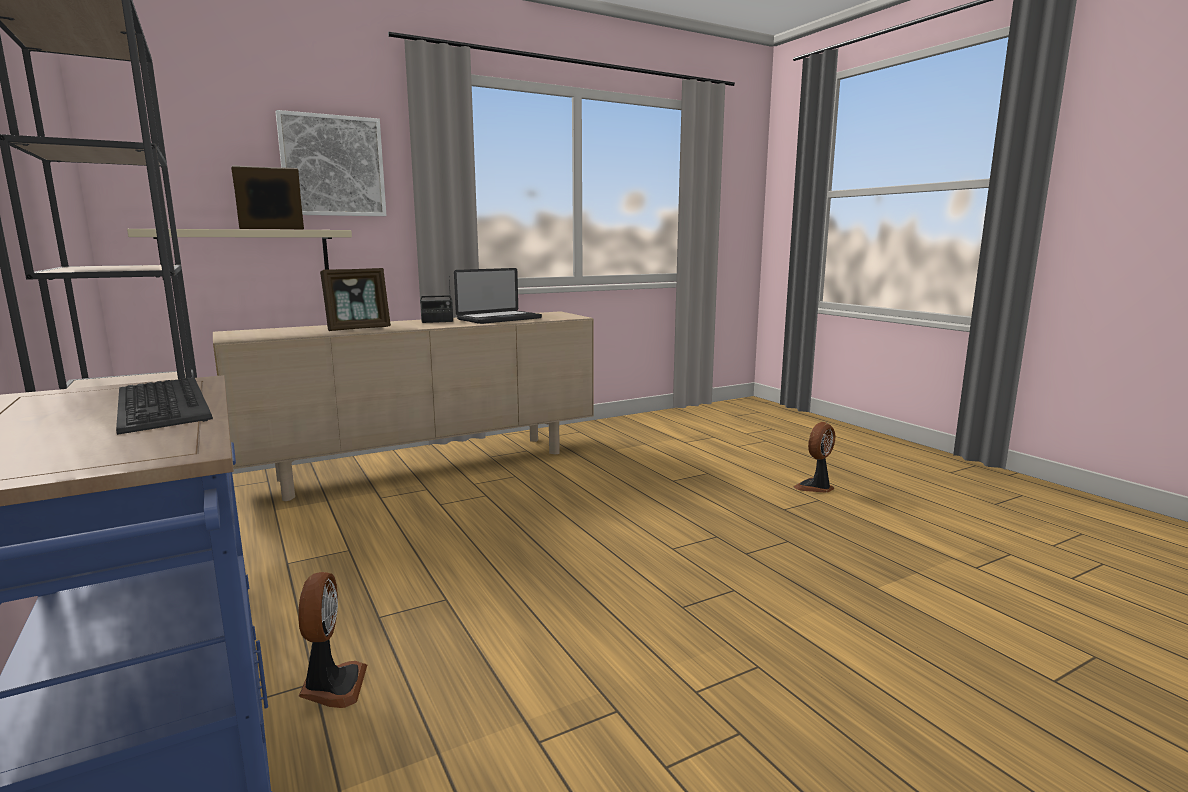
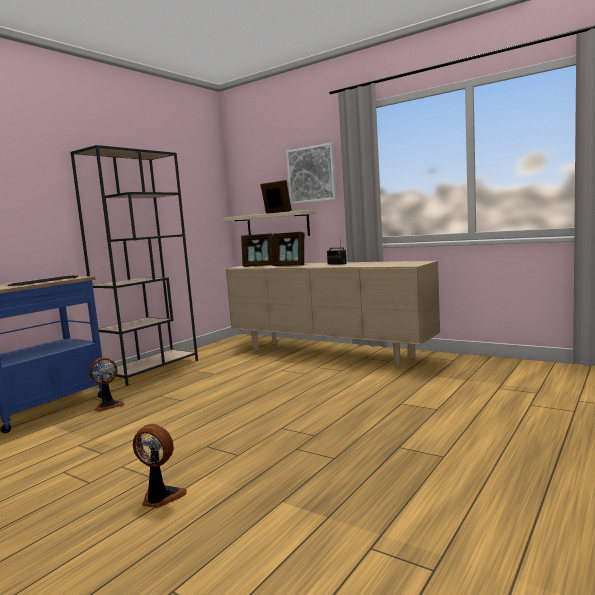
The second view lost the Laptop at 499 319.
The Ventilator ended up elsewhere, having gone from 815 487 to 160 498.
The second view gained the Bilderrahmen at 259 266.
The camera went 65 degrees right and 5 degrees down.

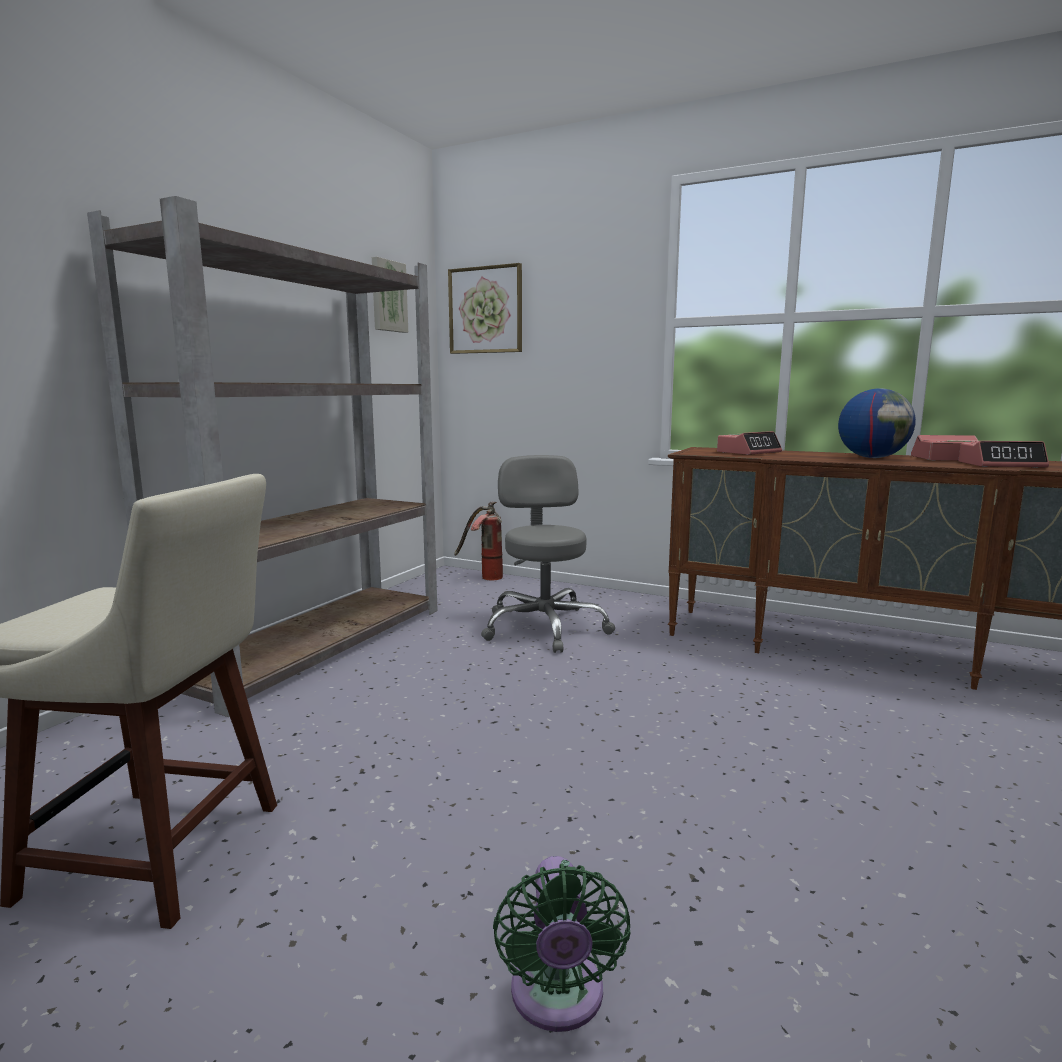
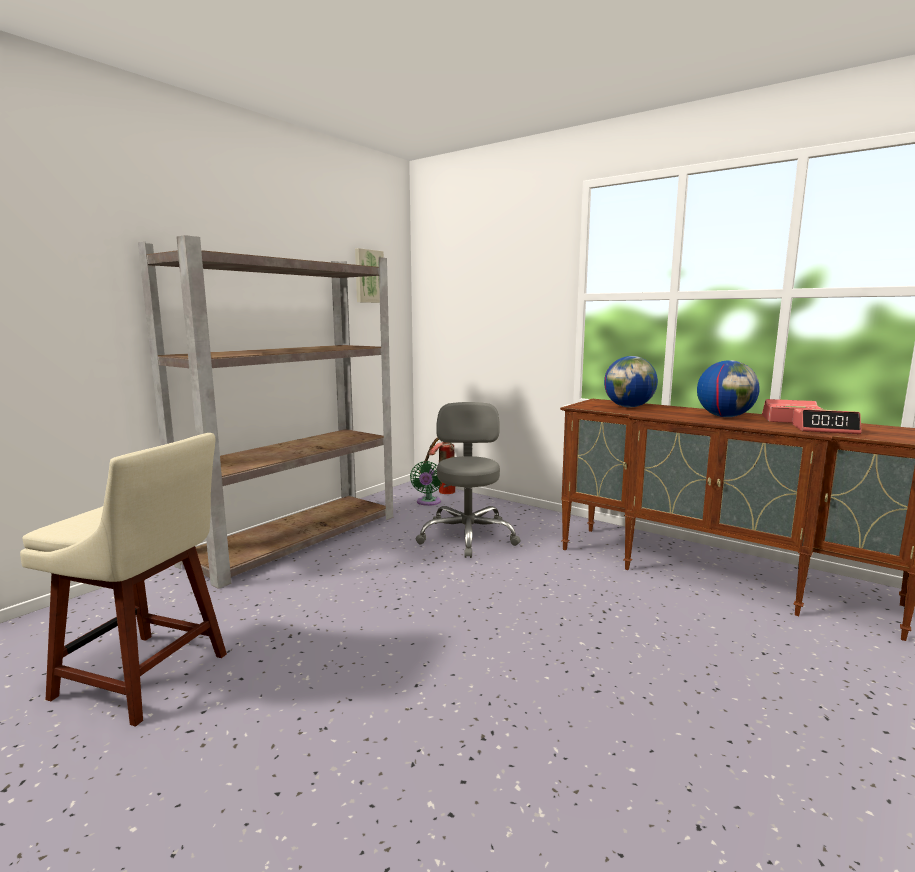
The second view lost the Bild at 485 310.
Where the Wecker stood at 748 452, the Globus came to stand at 629 407.
The Ventilator [grün] ended up elsewhere, having gone from 557 999 to 428 502.
The camera went 10 degrees right and 0 degrees up.

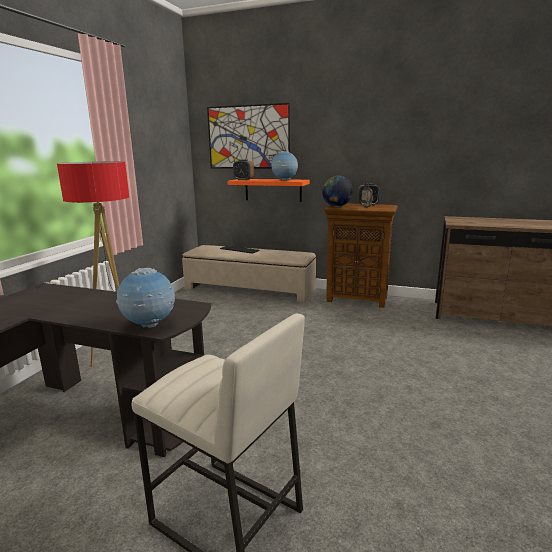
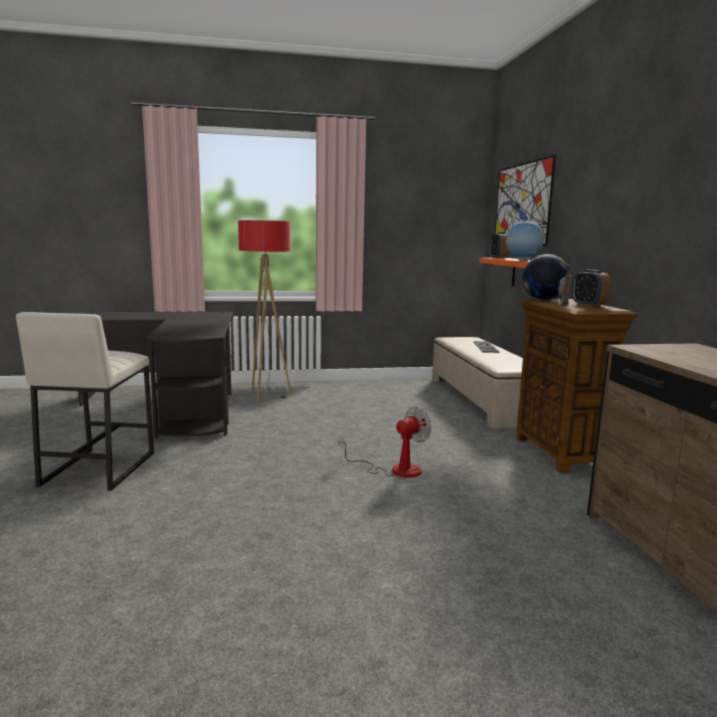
The second view lost the Globus at 149 325.
The second view gained the Ventilator at 395 470.
The camera went 60 degrees right and 5 degrees down.

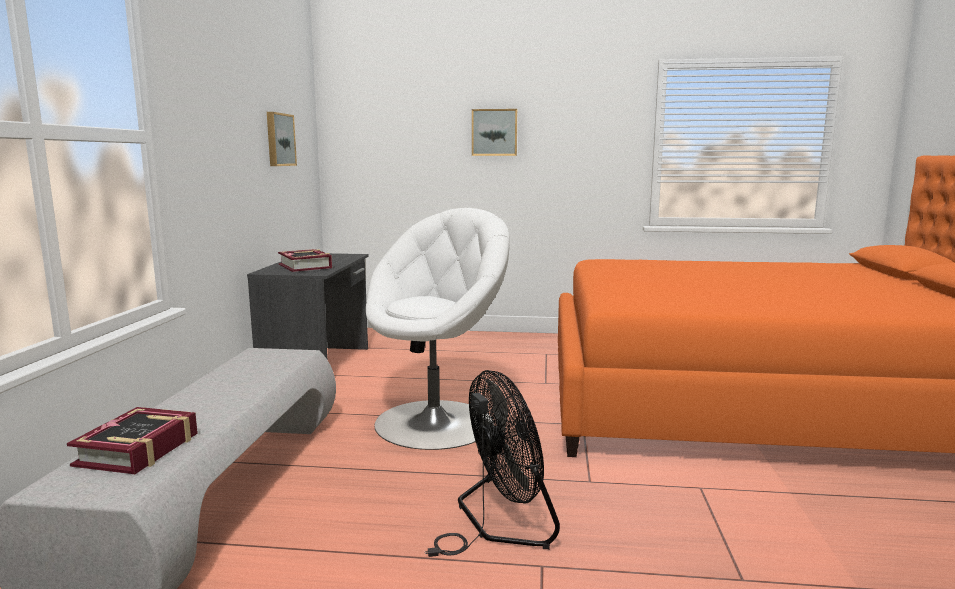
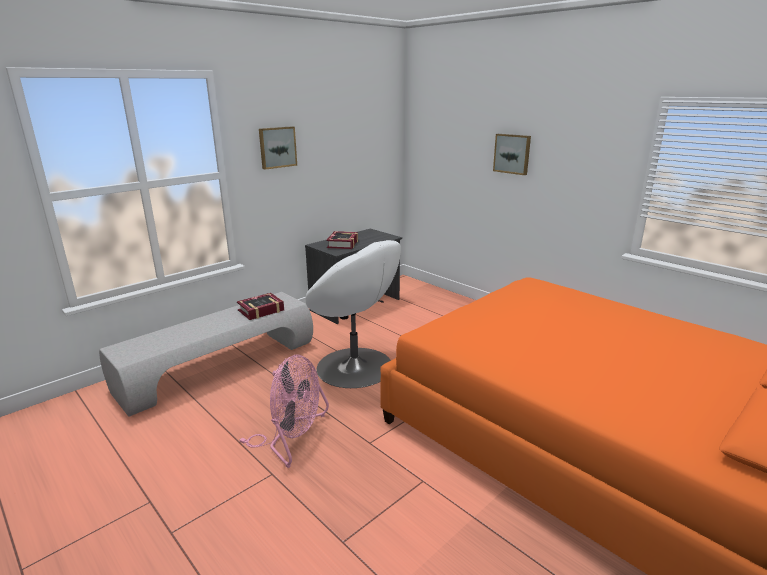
The Bild ended up elsewhere, having gone from 279 139 to 277 147.
The Sessel [weiß] at 436 422 ended up facing another way, 45 degrees clockwise from before.
What was the Ventilator [schwarz] at 491 520 turned into the Ventilator [rosa] at 290 438.
The Buch ended up elsewhere, having gone from 138 450 to 261 310.
The camera went 40 degrees right and 10 degrees up.

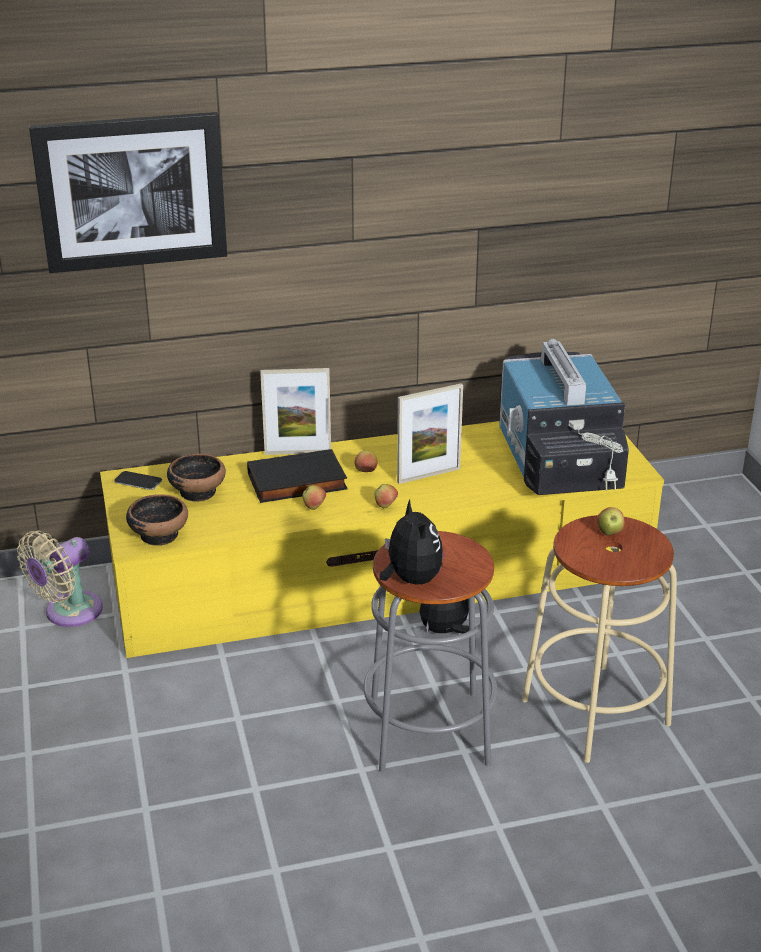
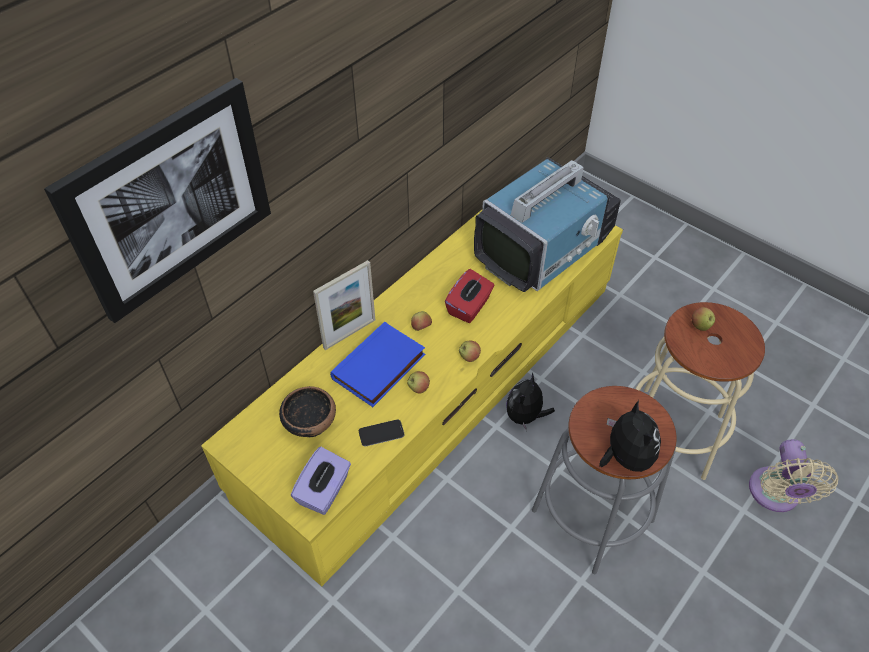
The Fernseher at 558 463 ended up facing another way, 90 degrees counterclockwise from before.
Where the Bilderrahmen stood at 428 475, the Taschentuchbox [rot] came to stand at 469 307.
What was the Buch [schwarz] at 297 483 turned into the Buch [blau] at 380 368.
The Handy ended up elsewhere, having gone from 138 481 to 381 433.
Where the Schüssel stood at 159 534, the Taschentuchbox [lila] came to stand at 324 491.
The Plüschtier at 411 579 ended up facing another way, 45 degrees clockwise from before.
The Ventilator [beige] ended up elsewhere, having gone from 68 613 to 775 495.
The camera went 35 degrees left and 20 degrees up.

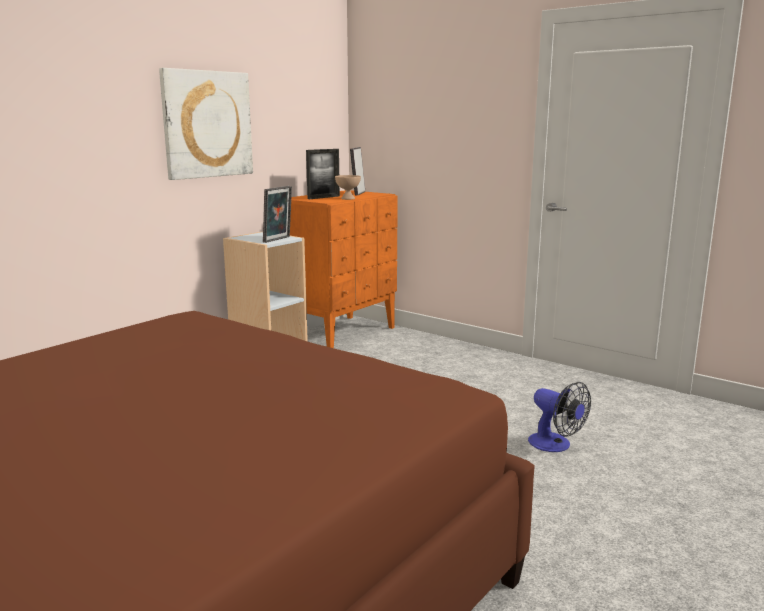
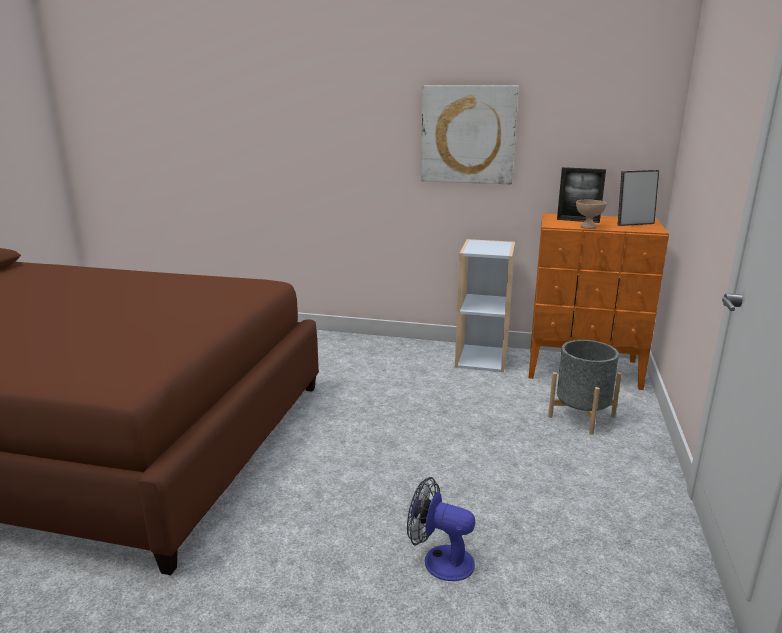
The second view lost the Bilderrahmen at 278 239.
The Ventilator at 555 445 ended up facing another way, 90 degrees clockwise from before.
The second view gained the Pflanzkübel [grau] at 581 416.
The camera went 65 degrees right and 5 degrees up.

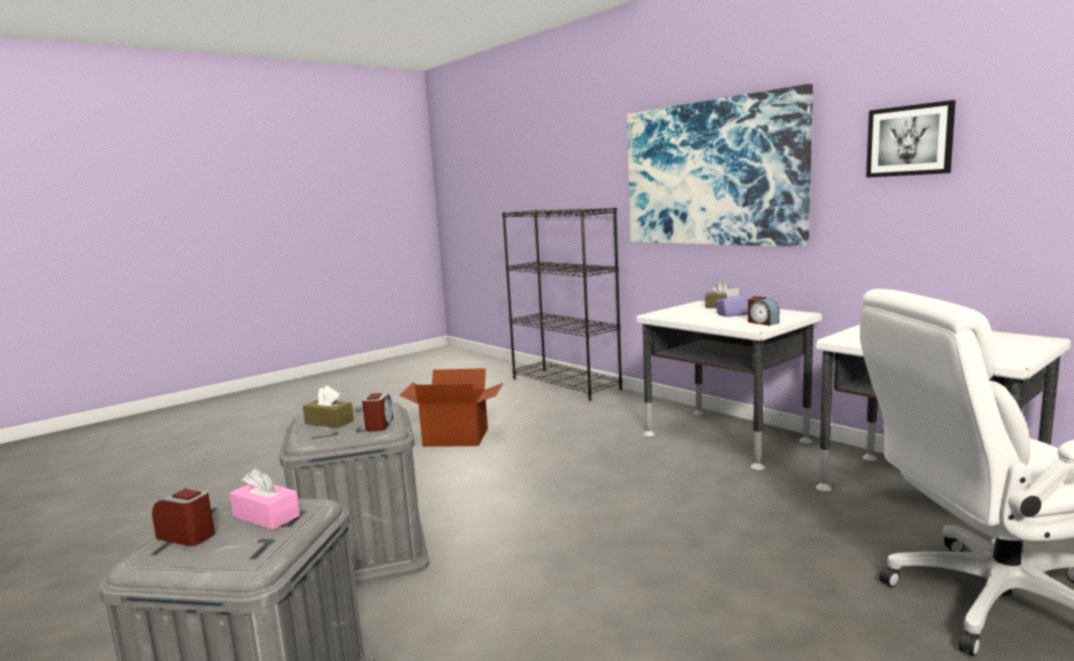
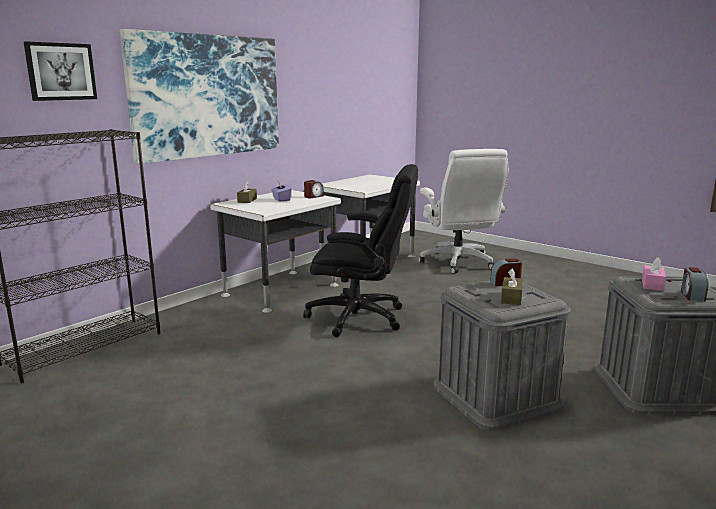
The Bild ended up elsewhere, having gone from 909 140 to 61 71.
The second view lost the Karton at 456 437.
The second view gained the Bürostuhl [schwarz] at 363 318.
The camera went 100 degrees left and 5 degrees up.

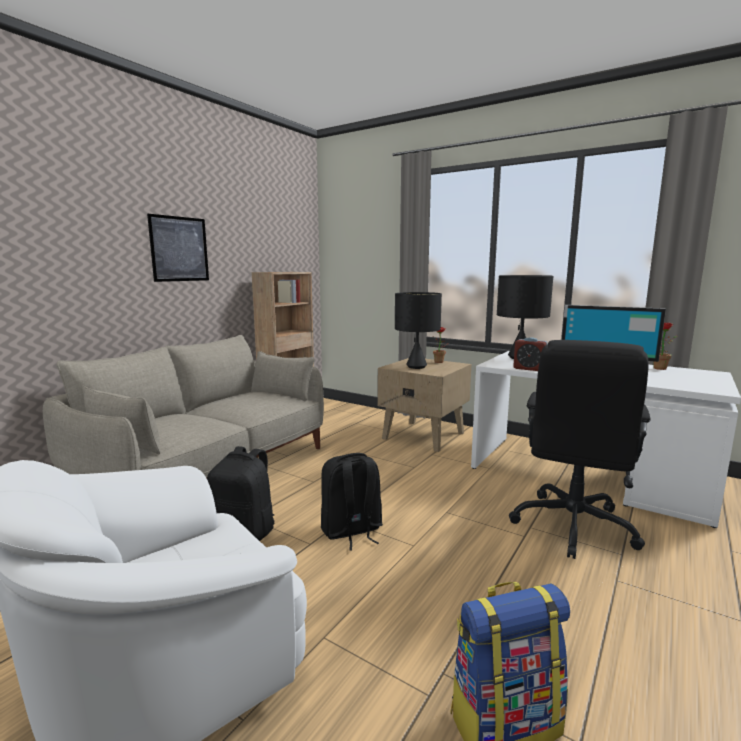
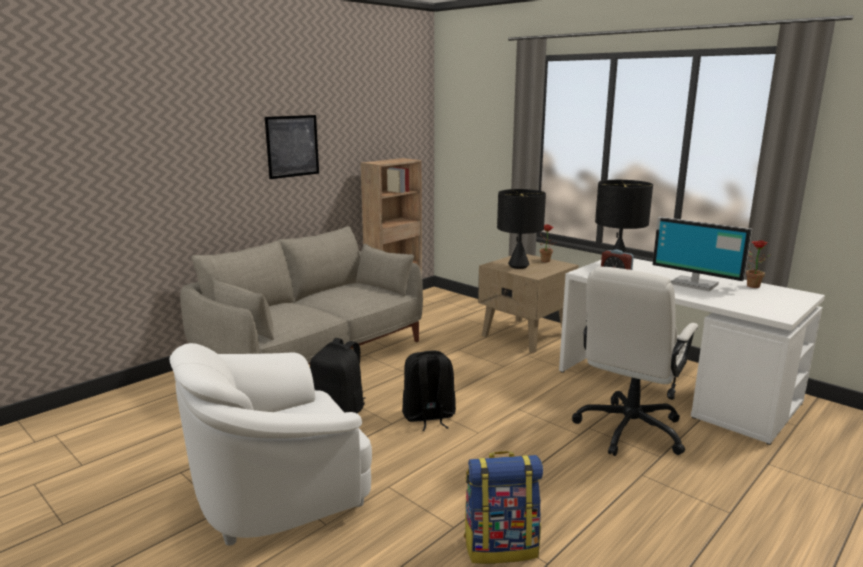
What was the Bürostuhl [schwarz] at 573 529 turned into the Bürostuhl [weiß] at 628 433.
The camera went 10 degrees right and 5 degrees up.

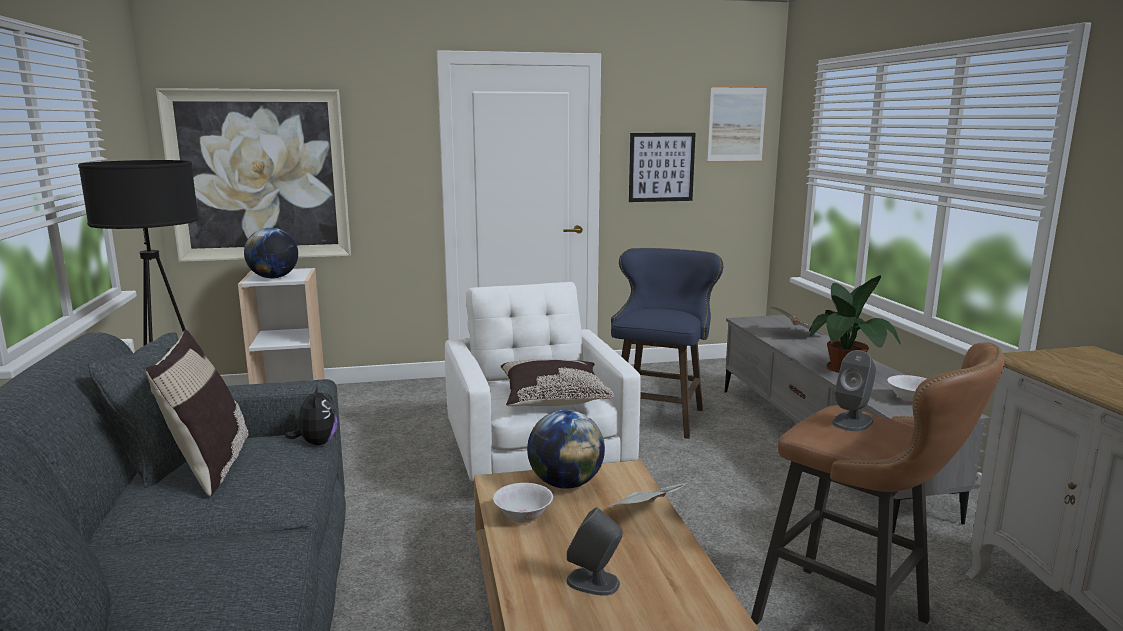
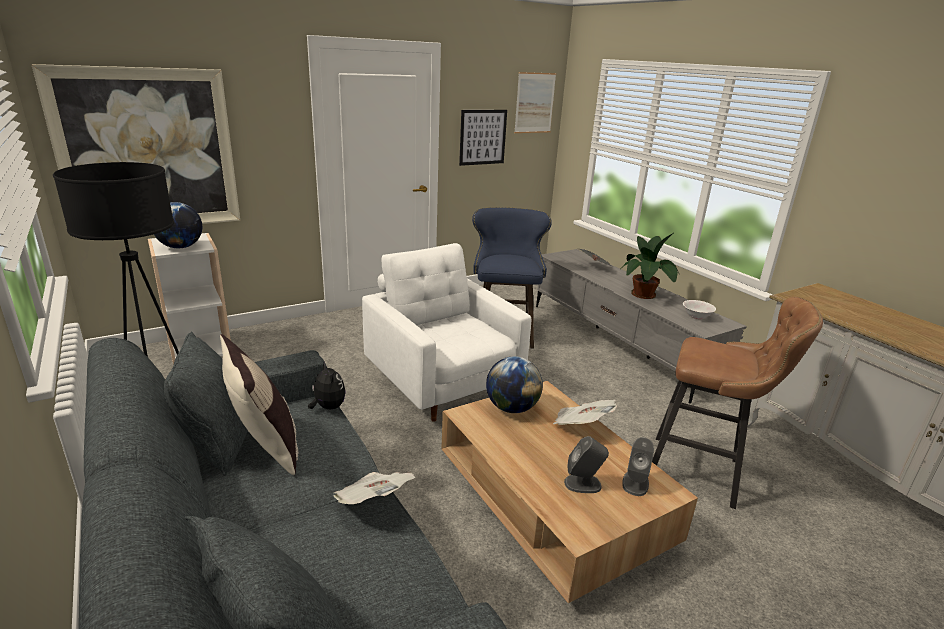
The Lautsprecher [grau] ended up elsewhere, having gone from 852 421 to 635 483.
The second view lost the Kissen at 554 399.
The second view lost the Schüssel [weiß] at 523 516.
The second view gained the Zeitung at 374 502.
The camera went 20 degrees left and 10 degrees up.

